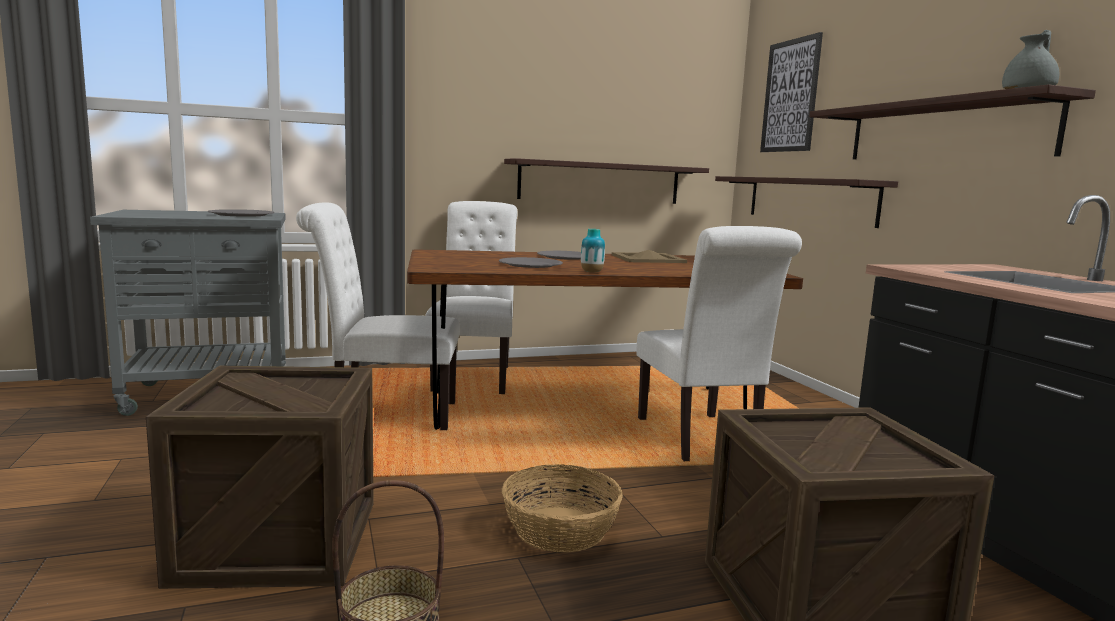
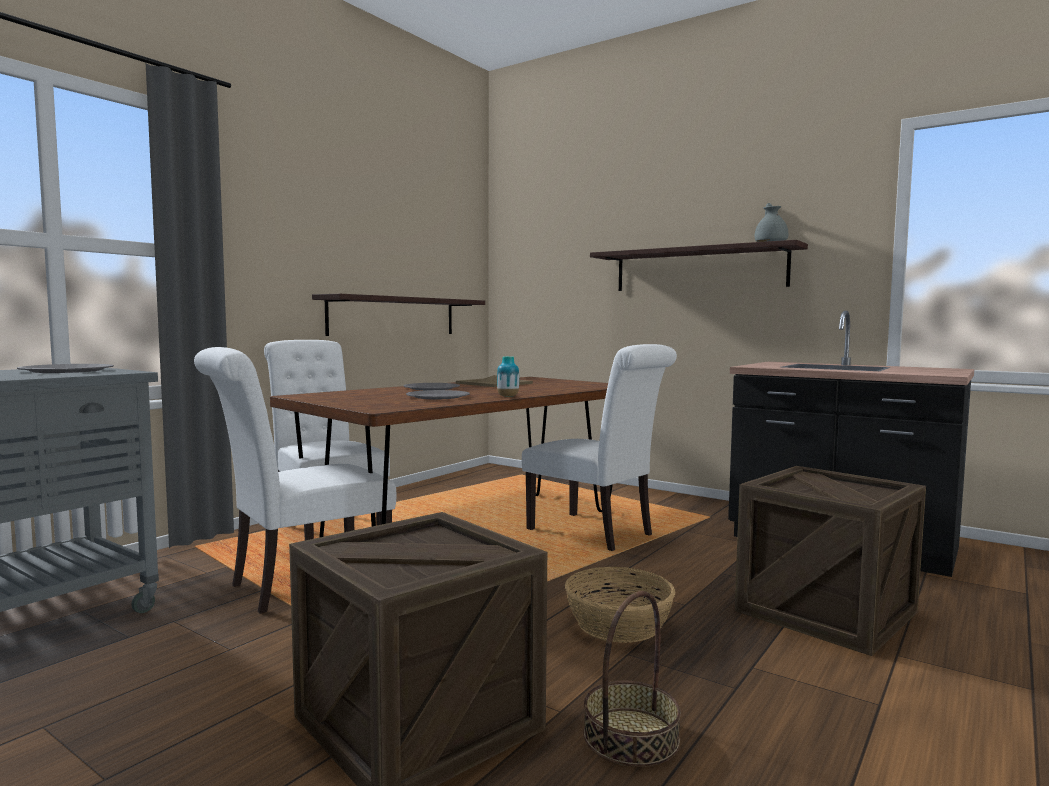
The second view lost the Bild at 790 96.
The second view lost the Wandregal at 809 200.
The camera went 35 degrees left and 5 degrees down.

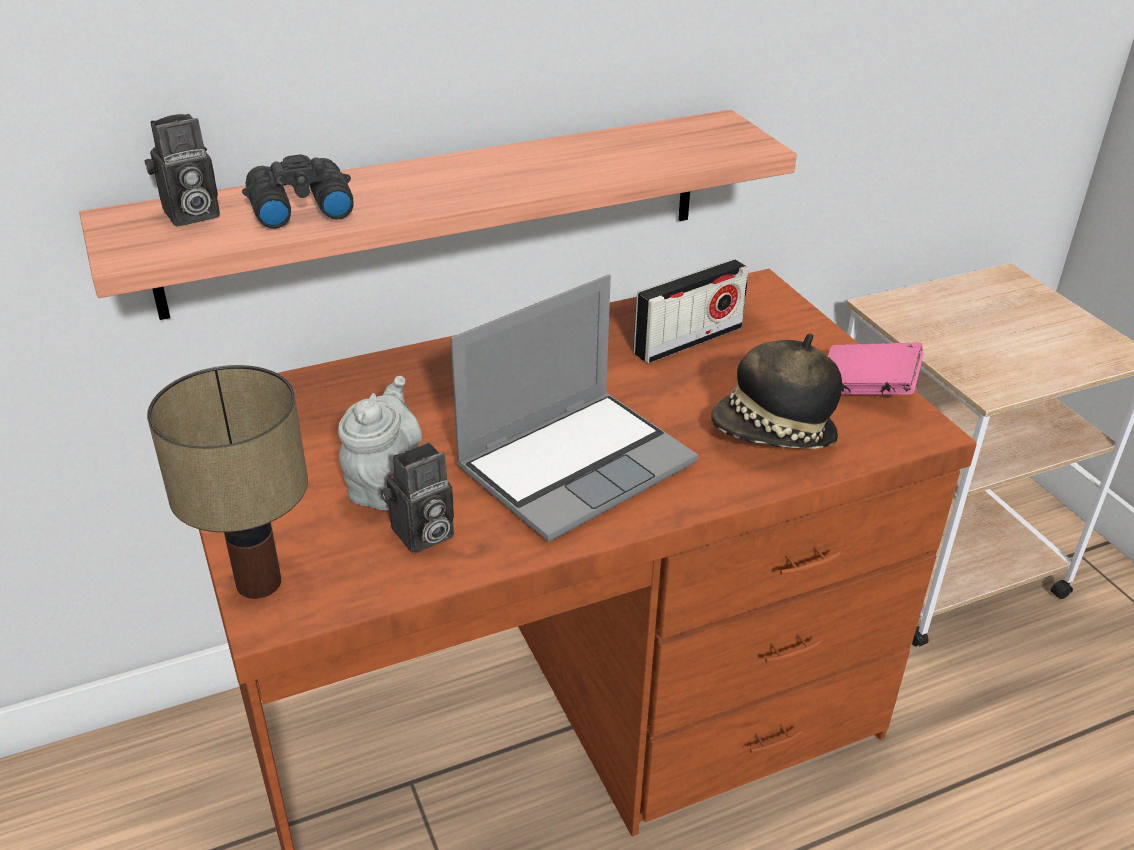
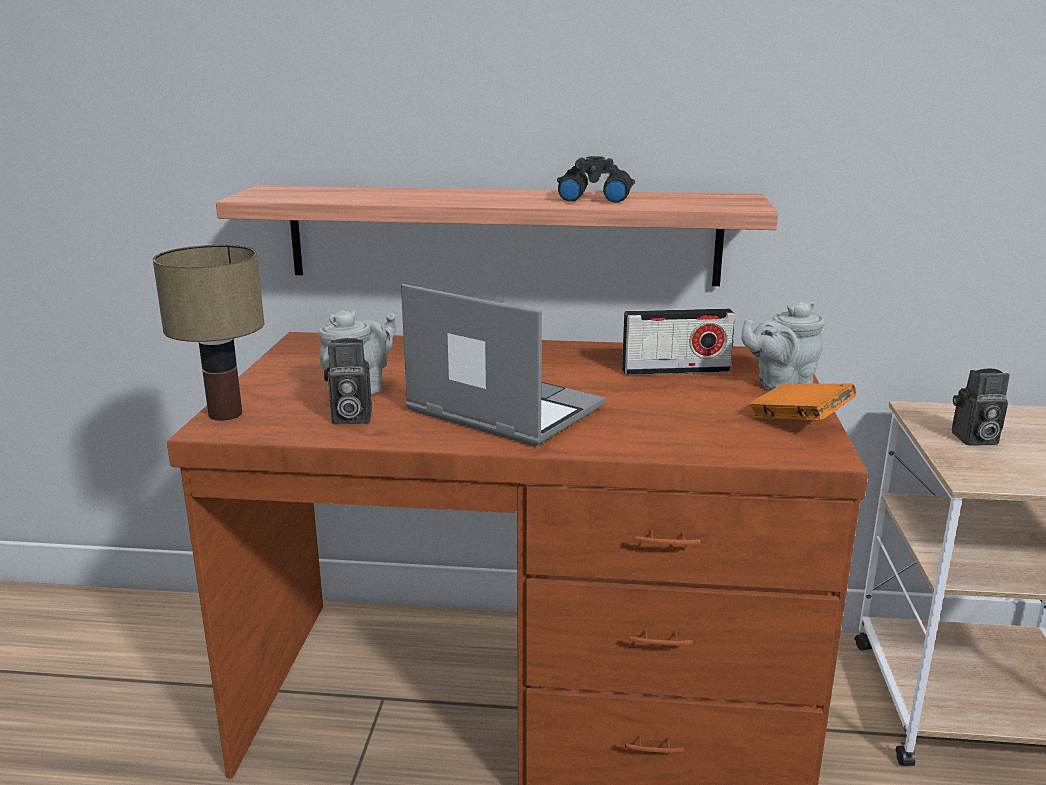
The Kamera ended up elsewhere, having gone from 189 215 to 973 439.
The Fernglas [schwarz] ended up elsewhere, having gone from 298 207 to 593 198.
The Laptop at 576 464 ended up facing another way, 135 degrees counterclockwise from before.
The second view lost the Hut at 773 435.
What was the Buch [rosa] at 867 389 turned into the Buch [orange] at 799 422.
The second view gained the Teekanne [grau] at 780 384.
The camera went 30 degrees right and 15 degrees down.

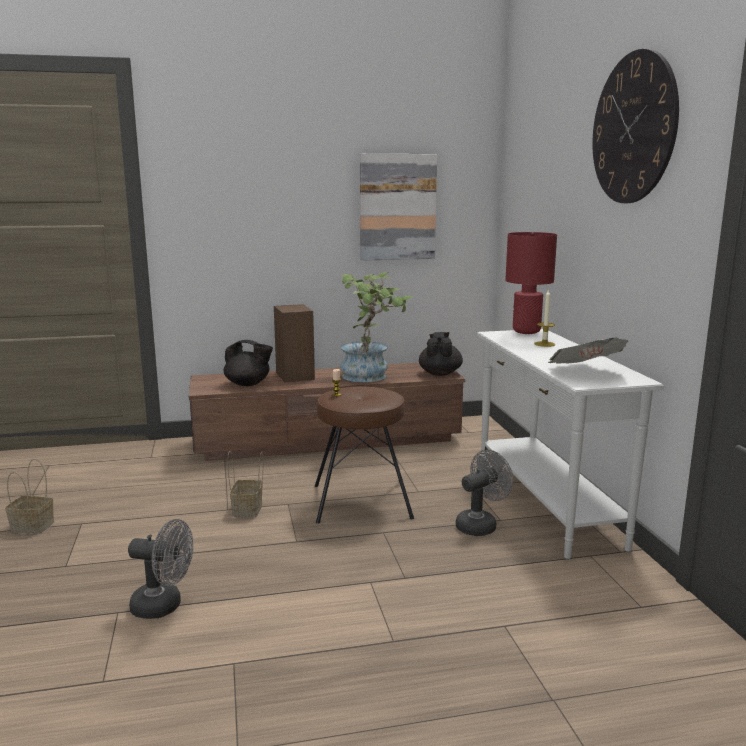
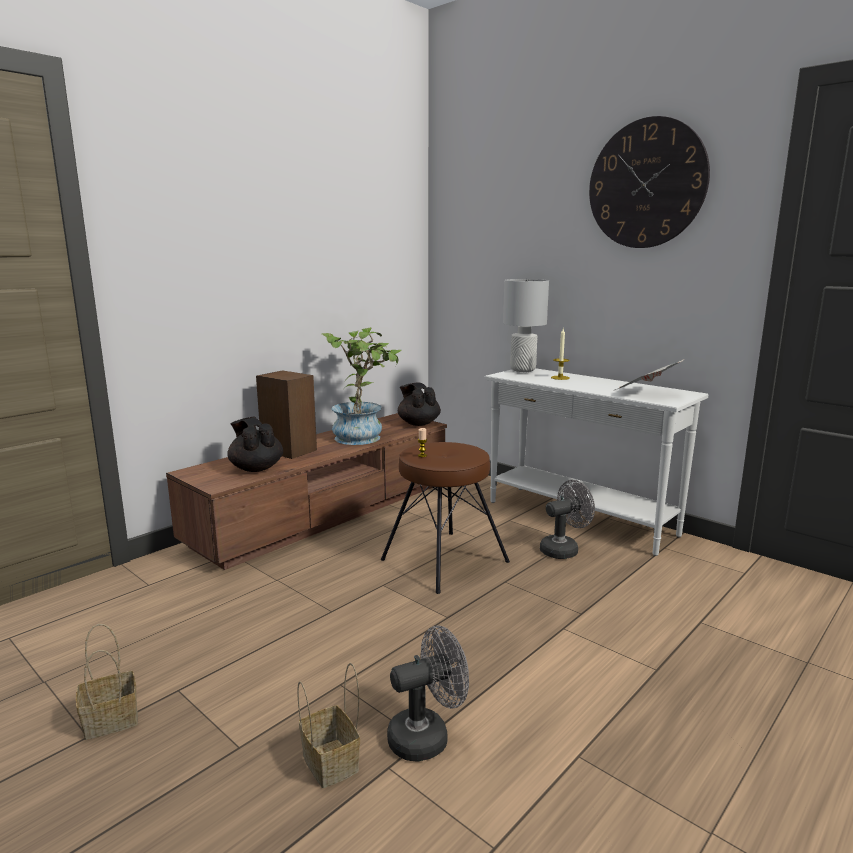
The second view lost the Bild at 397 207.
What was the Tischlampe [rot] at 526 333 turned into the Tischlampe [grau] at 522 371.
The Teekanne [schwarz] at 248 384 ended up facing another way, 105 degrees counterclockwise from before.
The Ventilator [grau] at 480 525 ended up facing another way, 45 degrees clockwise from before.
The Korb ended up elsewhere, having gone from 248 510 to 332 763.
The camera went 35 degrees left and 0 degrees up.

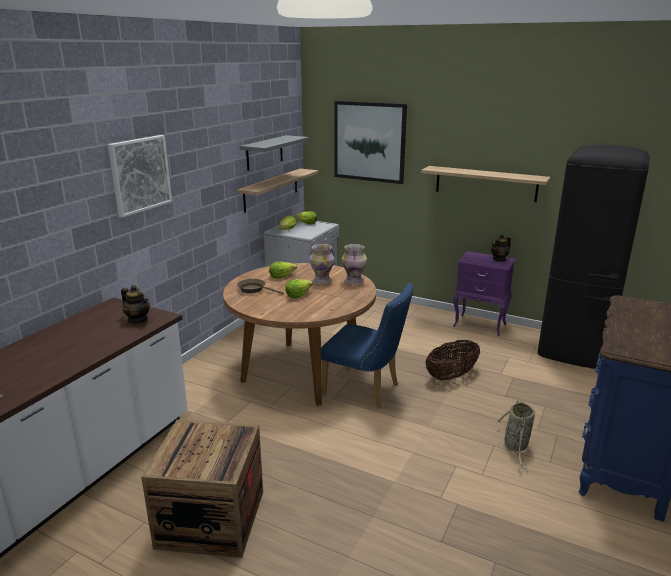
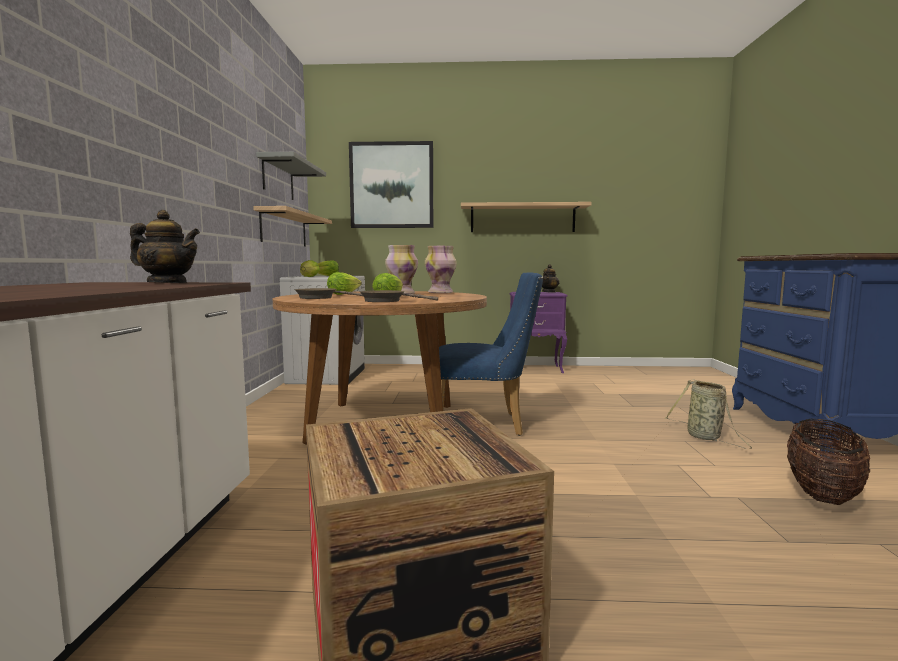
The second view lost the Bild at 140 174.
The second view lost the Kühlschrank [schwarz] at 574 352.
The Korb ended up elsewhere, having gone from 451 376 to 822 494.
The second view gained the Pfanne [braun] at 386 301.
The camera went 25 degrees left and 15 degrees down.

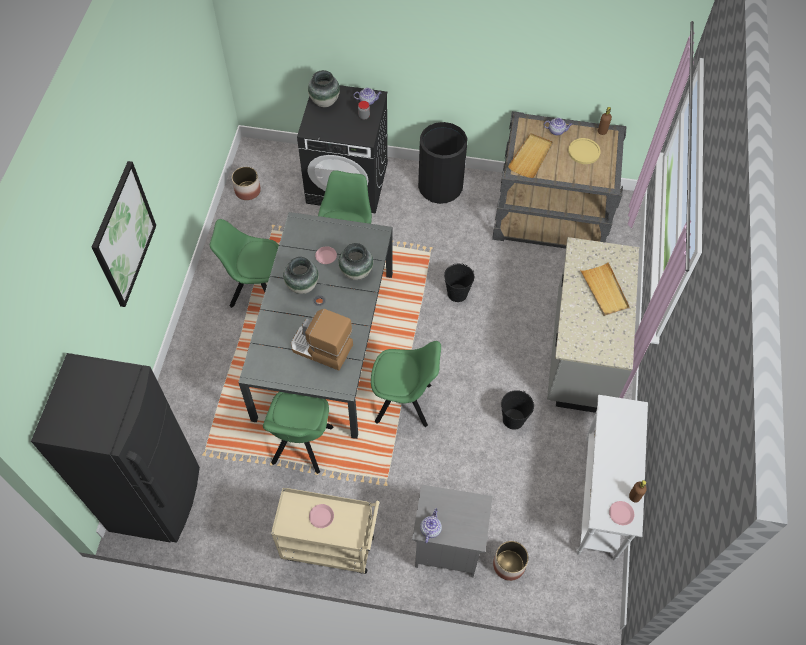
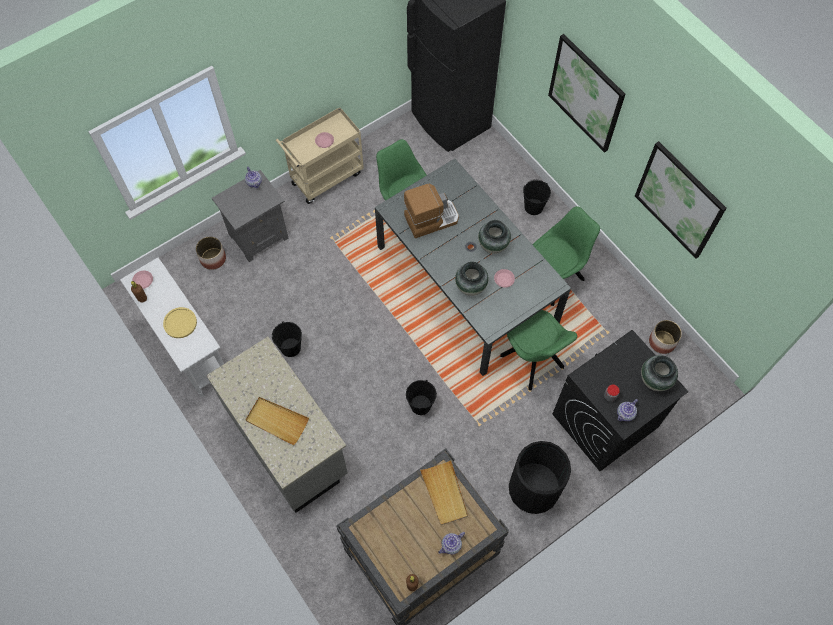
The Teller [gelb] ended up elsewhere, having gone from 584 152 to 180 323.
The second view lost the Stuhl [grün] at 404 403.
The second view gained the Bild at 679 200.
The second view gained the Eimer [schwarz] at 533 207.
The camera went 135 degrees right and 5 degrees up.

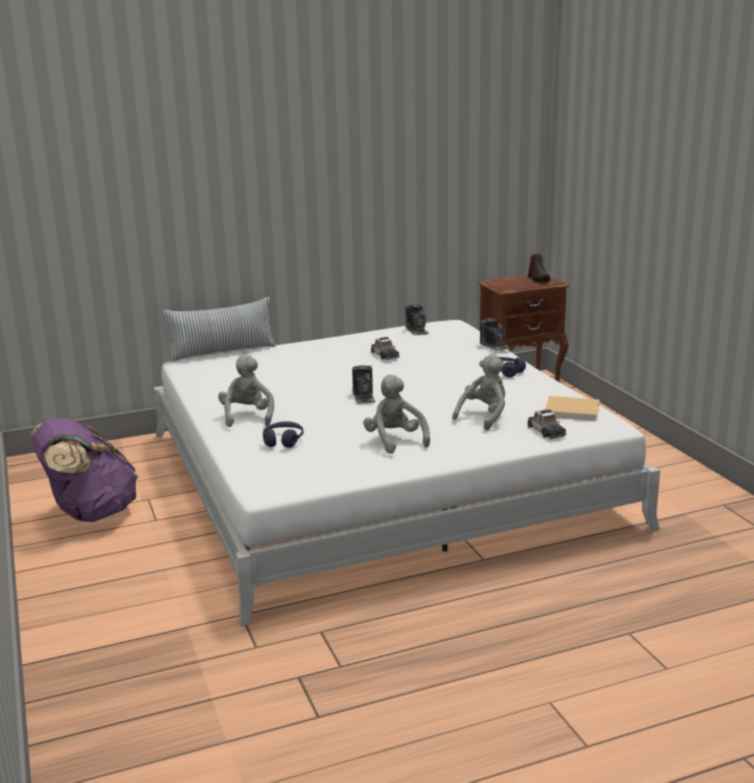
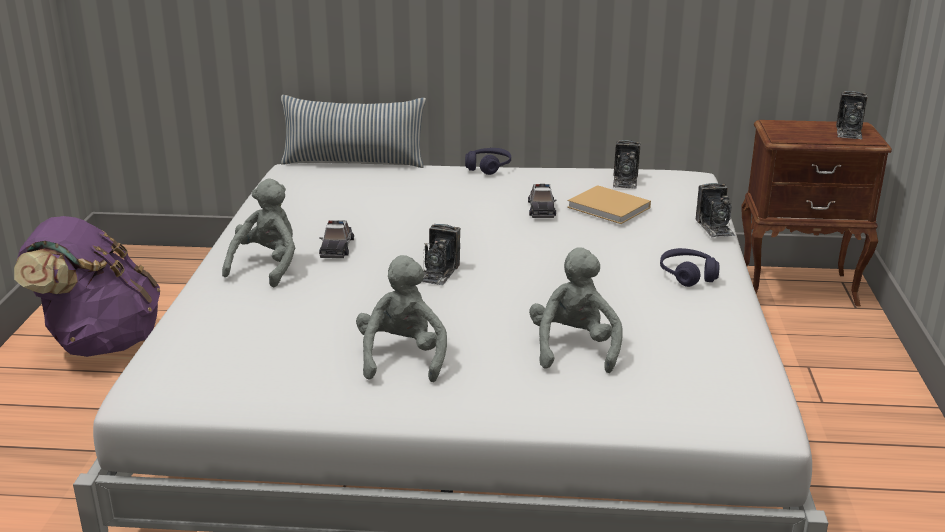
Where the Schuh stood at 538 279, the Kamera came to stand at 849 132.
The Plüschtier [grau] at 484 416 ended up facing another way, 60 degrees counterclockwise from before.
The Buch [beige] ended up elsewhere, having gone from 574 411 to 610 208.
The Spielzeugauto ended up elsewhere, having gone from 546 431 to 336 247.
The Kopfhörer [lila] ended up elsewhere, having gone from 283 441 to 488 167.
The camera went 25 degrees right and 5 degrees up.

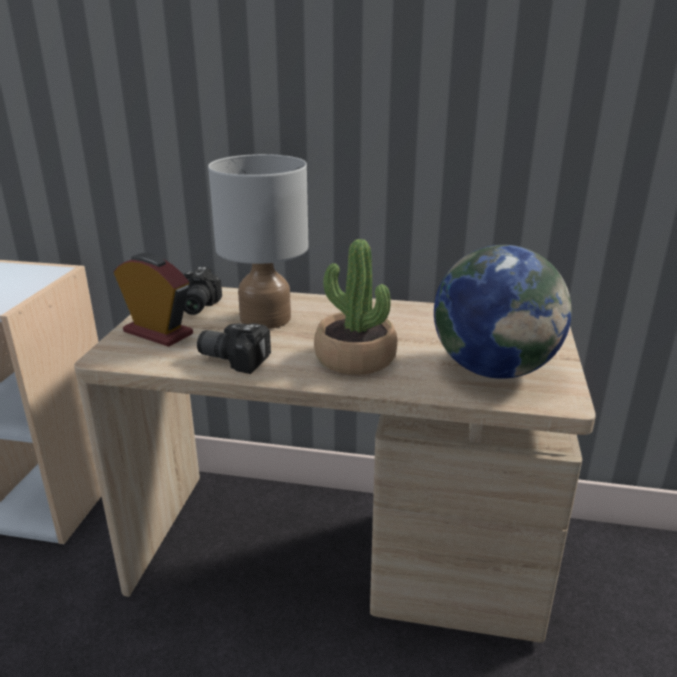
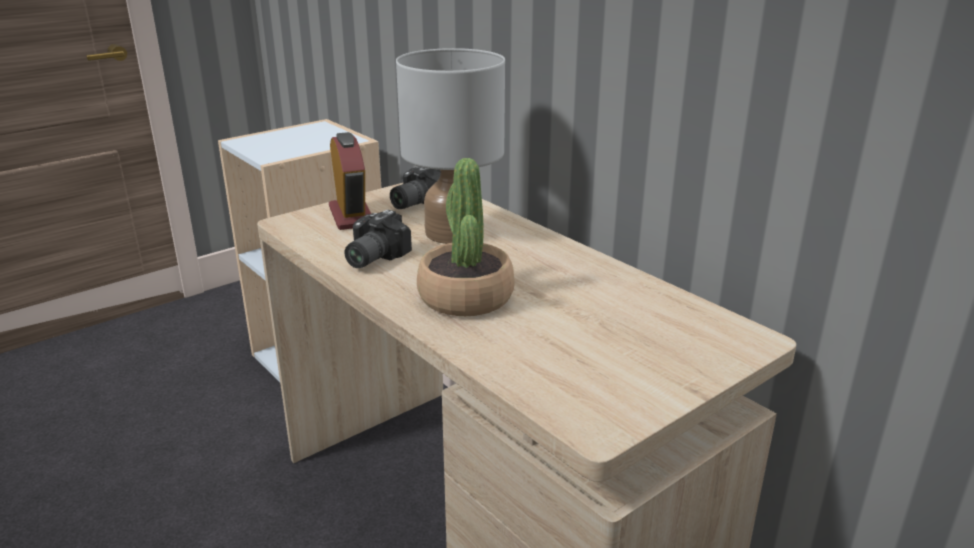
The second view lost the Globus at 493 369.
The Kamera at 235 358 ended up facing another way, 120 degrees counterclockwise from before.
The camera went 40 degrees right and 0 degrees up.

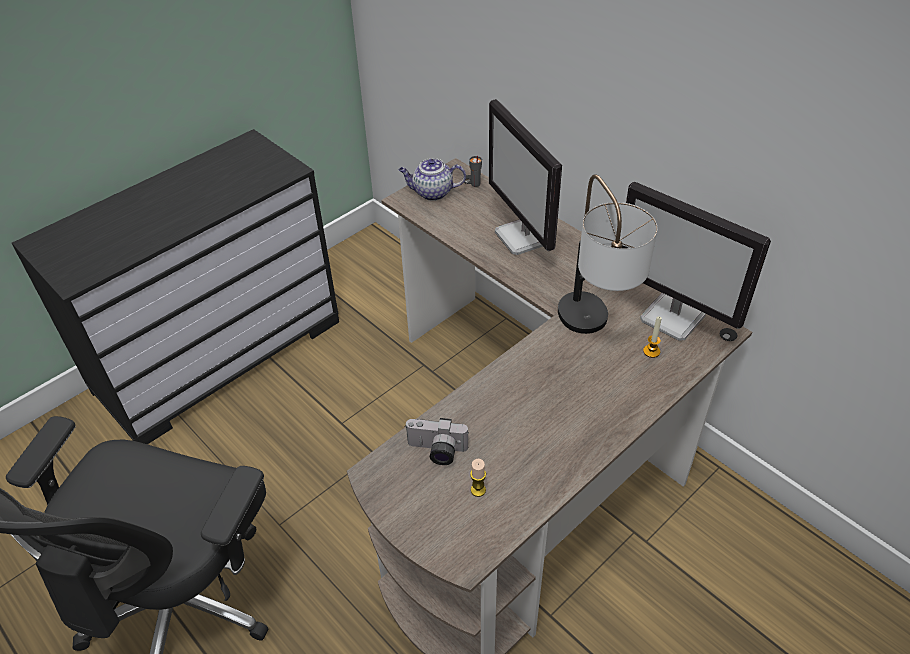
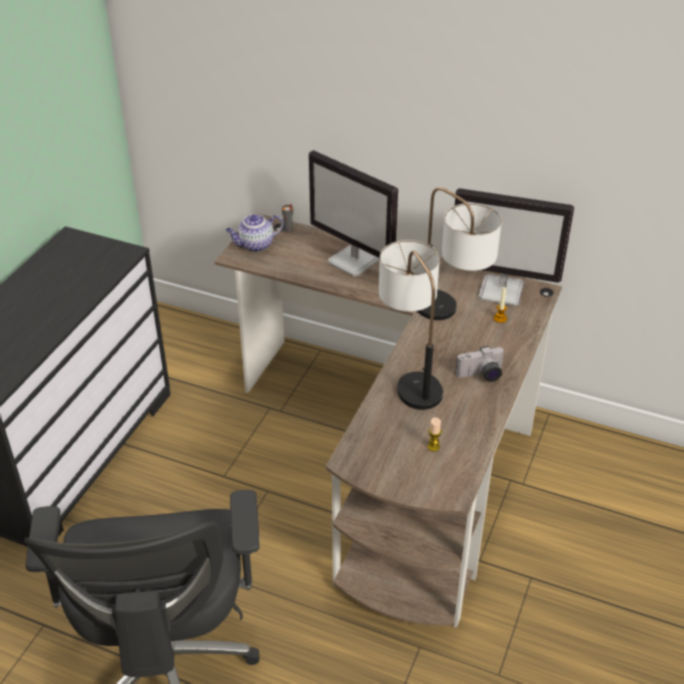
The Kamera ended up elsewhere, having gone from 436 451 to 481 375.
The second view gained the Tischlampe at 410 376.
The camera went 25 degrees left and 5 degrees down.

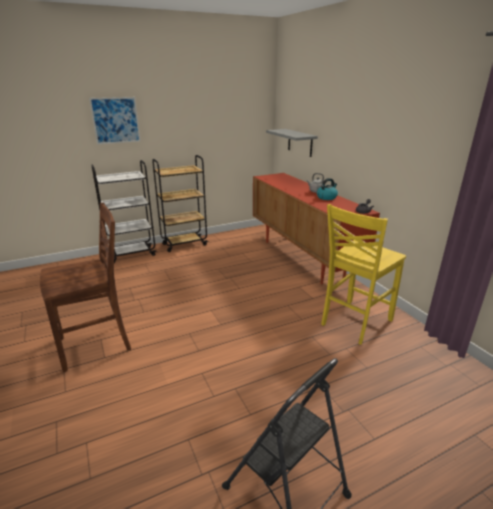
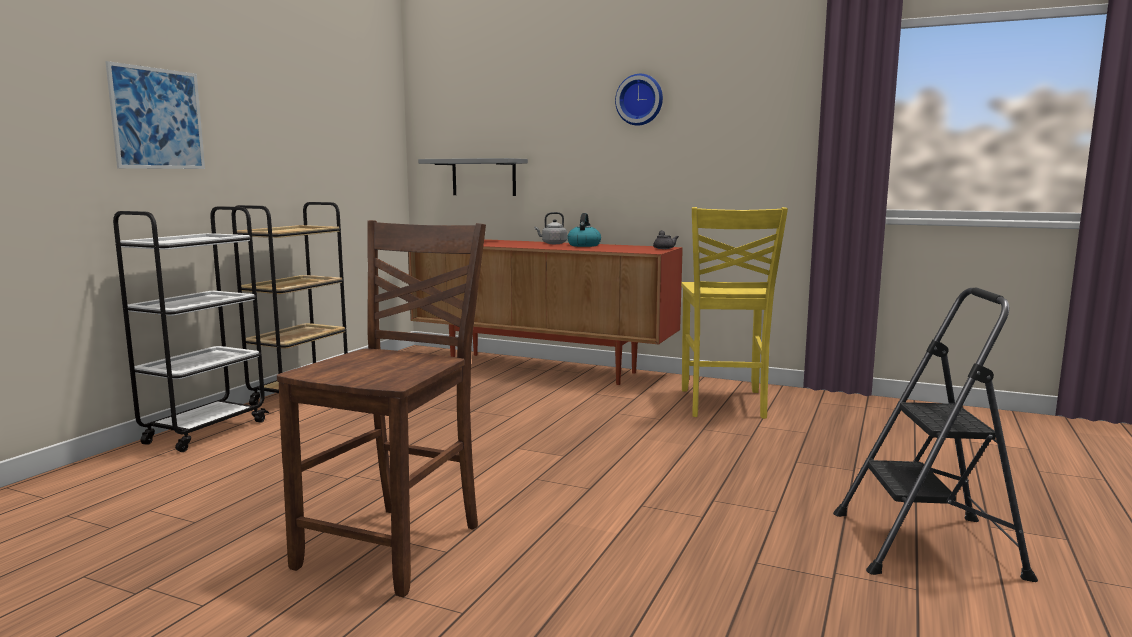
The second view gained the Wanduhr at 640 100.
The camera went 40 degrees left and 15 degrees down.

